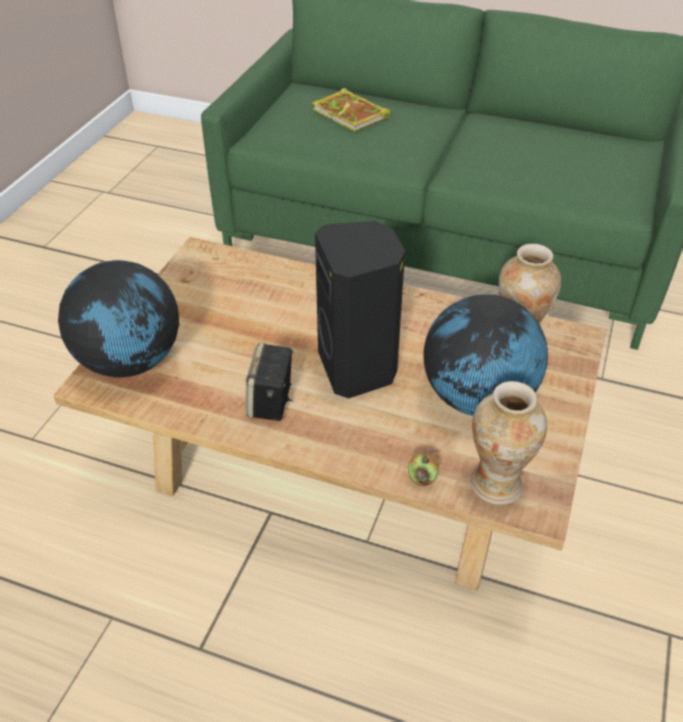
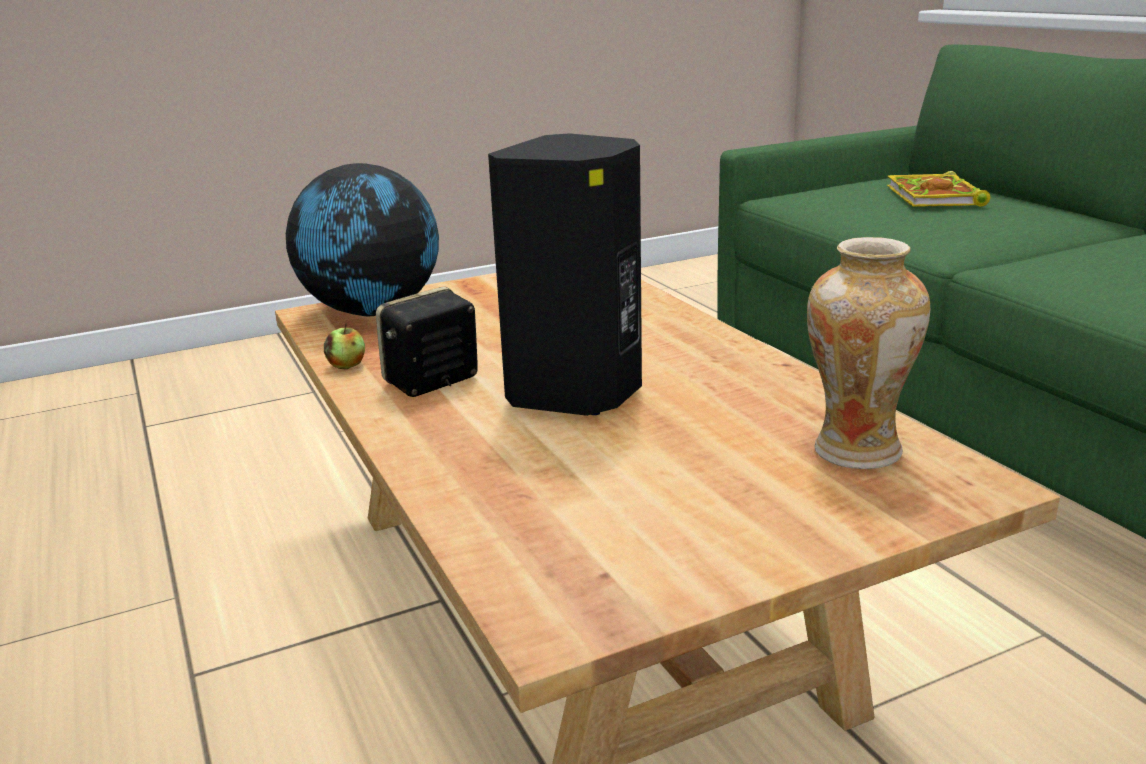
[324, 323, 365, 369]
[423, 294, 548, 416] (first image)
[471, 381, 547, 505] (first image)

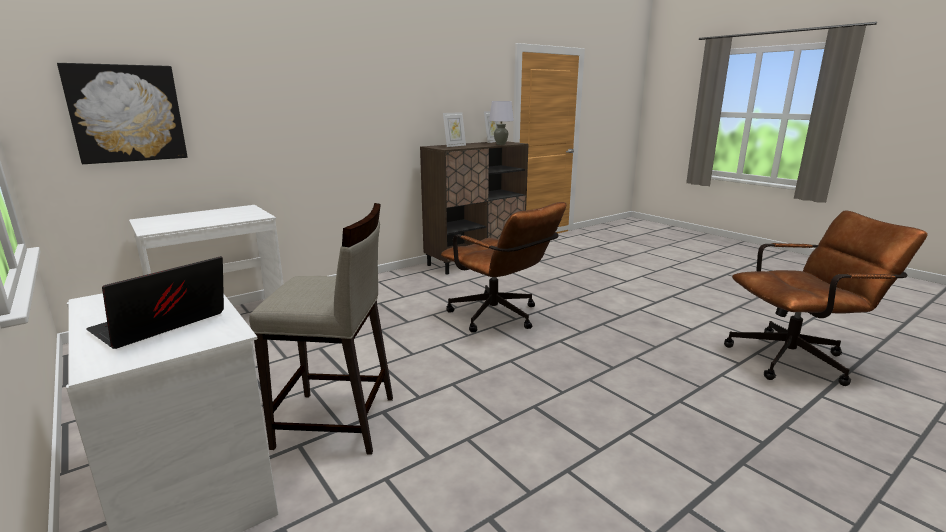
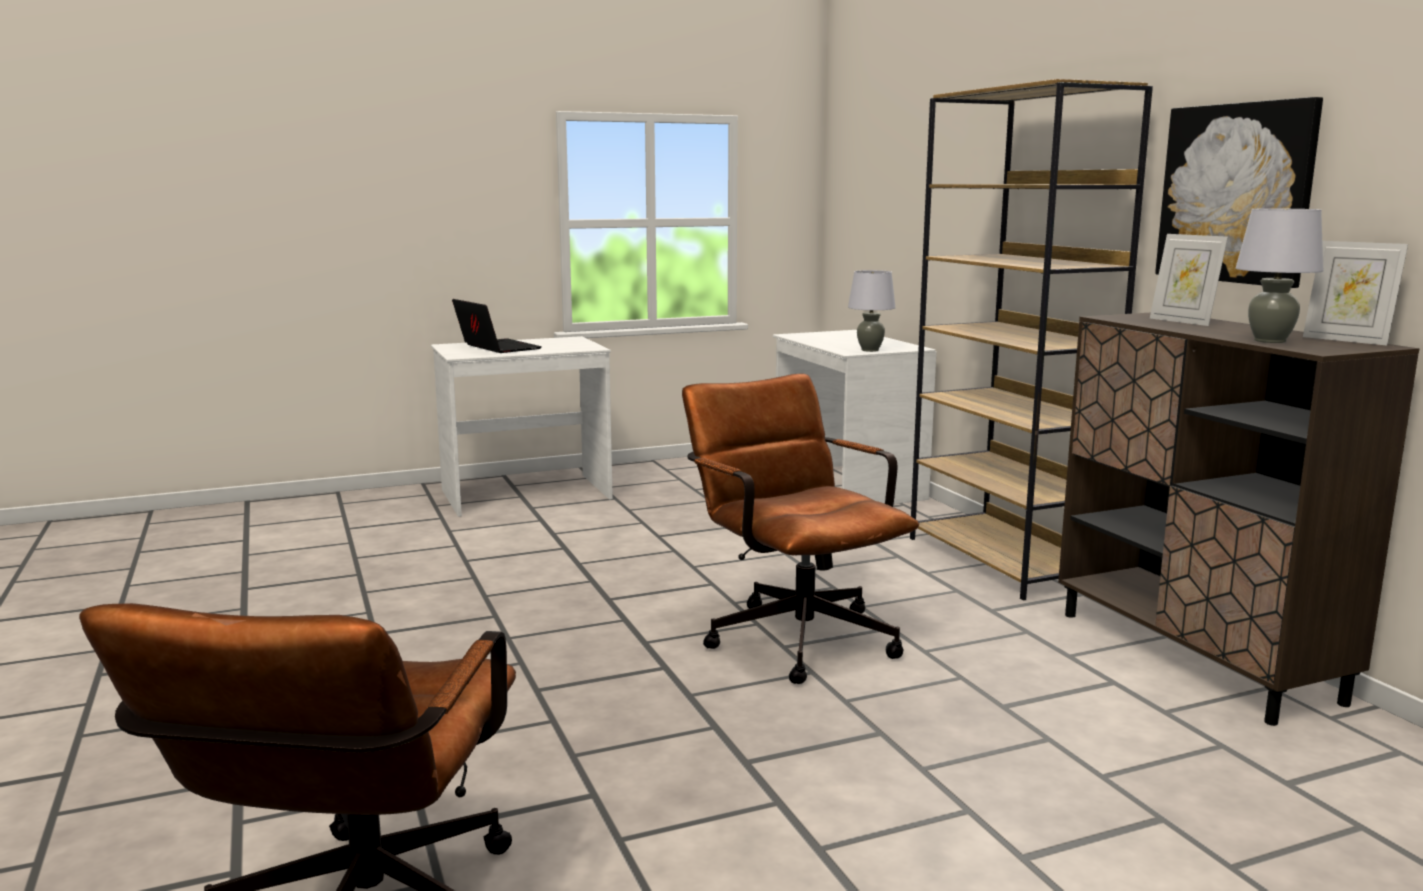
[1155, 97, 1323, 288]
[249, 203, 393, 455] (first image)
[682, 374, 919, 684]
[848, 270, 896, 352]
[910, 79, 1153, 600]

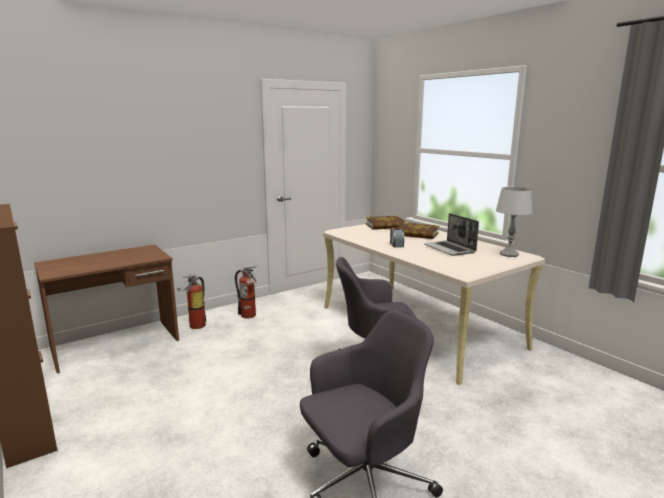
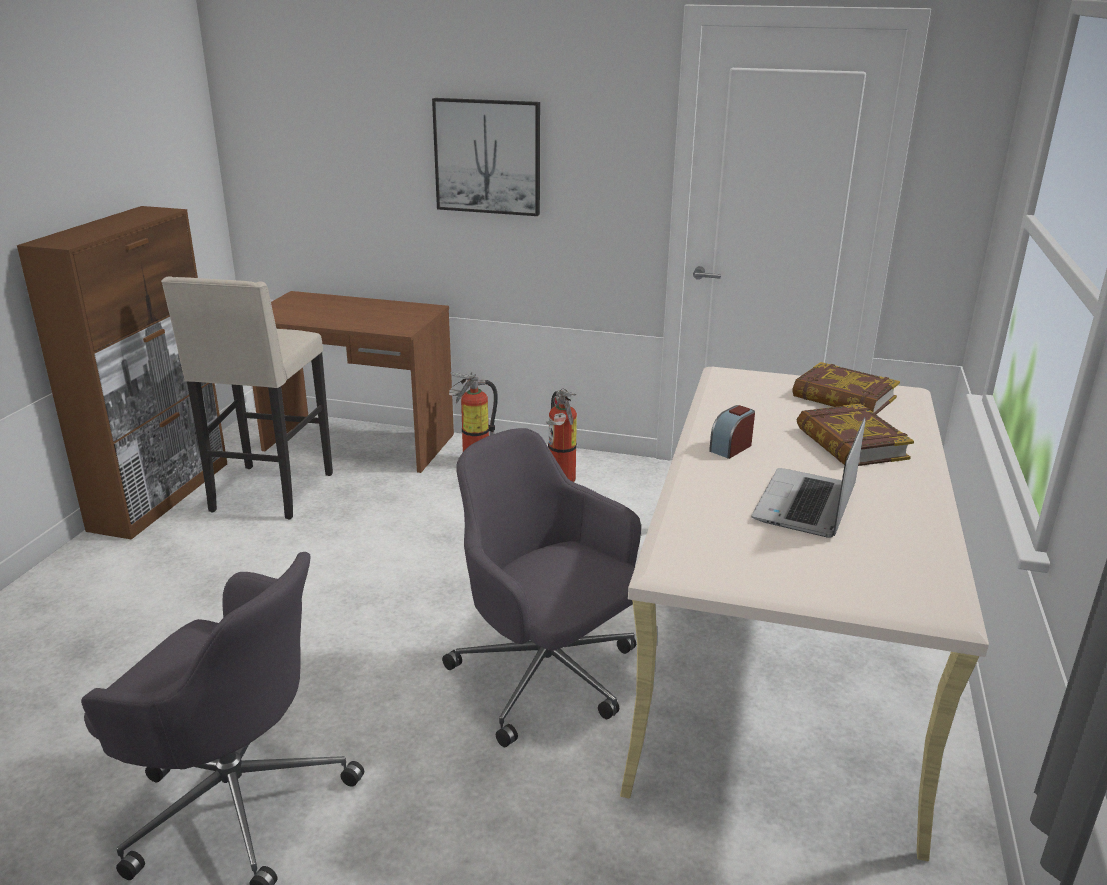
[496, 187, 533, 257] (first image)
[161, 276, 333, 520]
[432, 98, 540, 216]

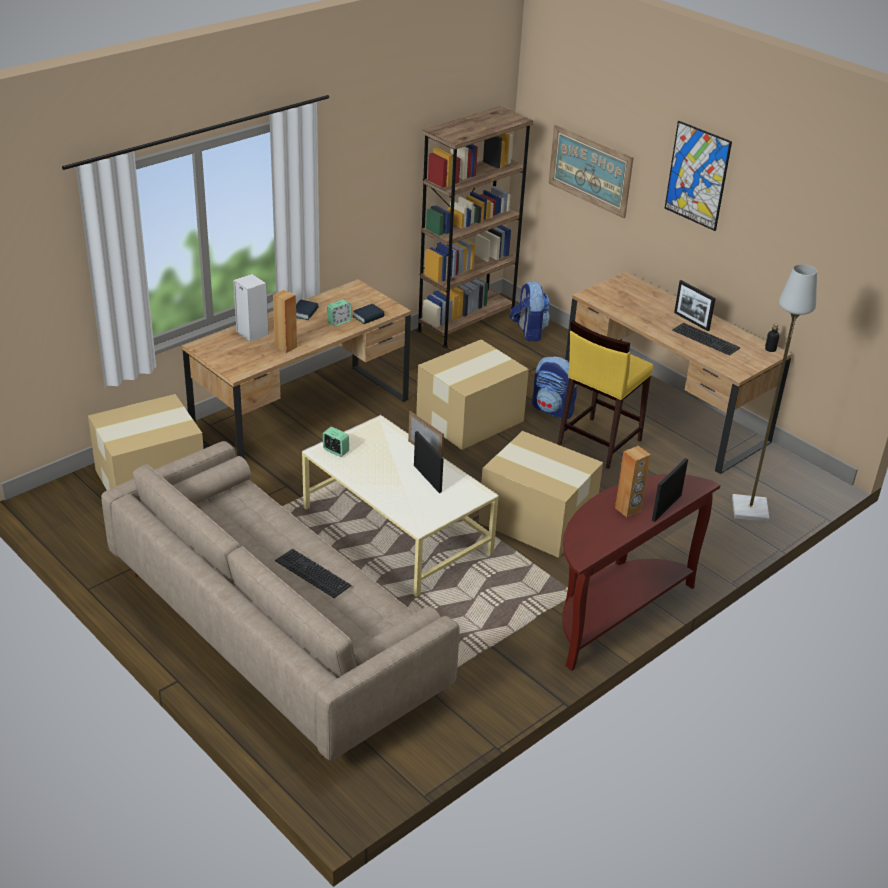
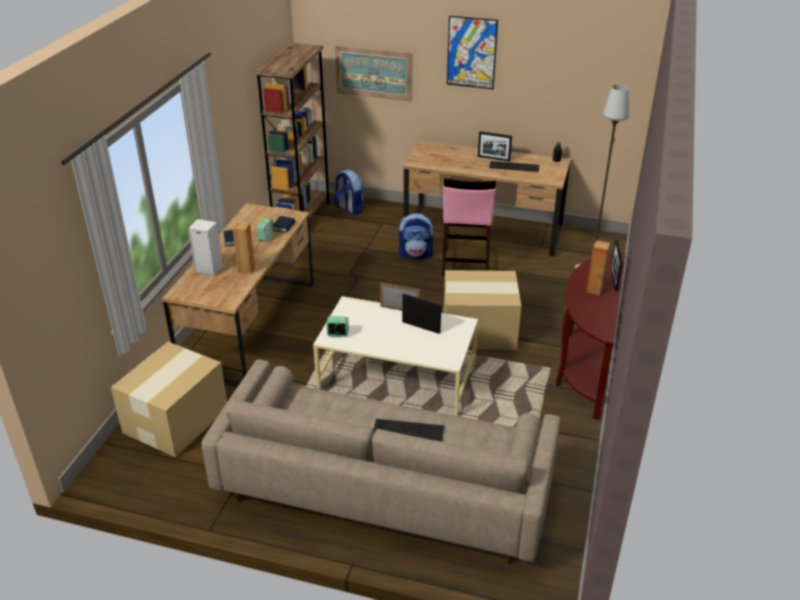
[416, 339, 529, 450] (first image)
[442, 178, 496, 277]

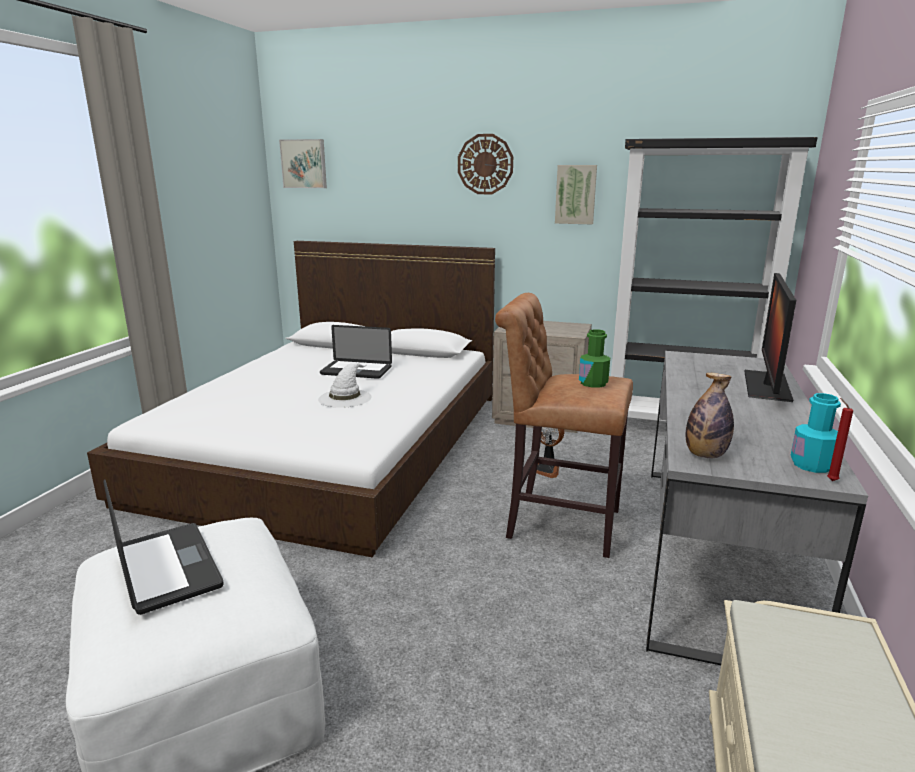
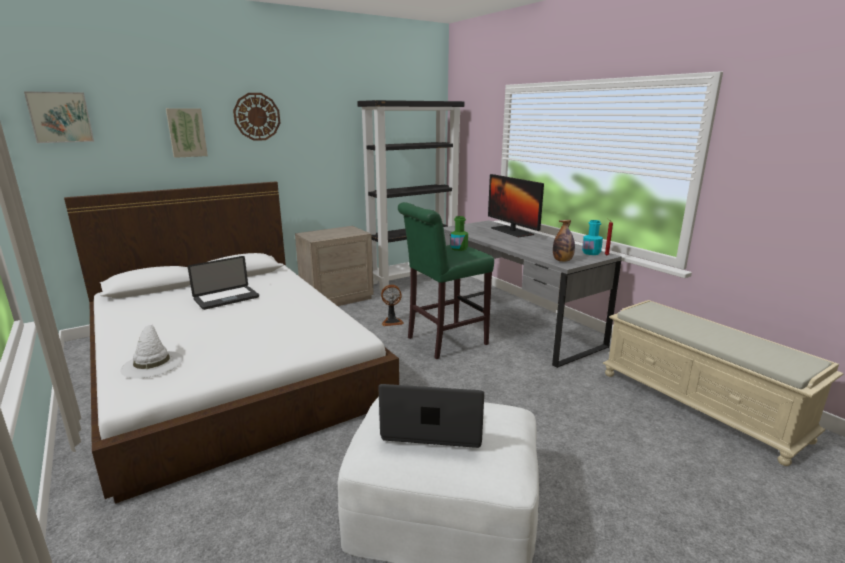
[120, 325, 183, 379]
[398, 202, 494, 359]
[166, 108, 208, 158]

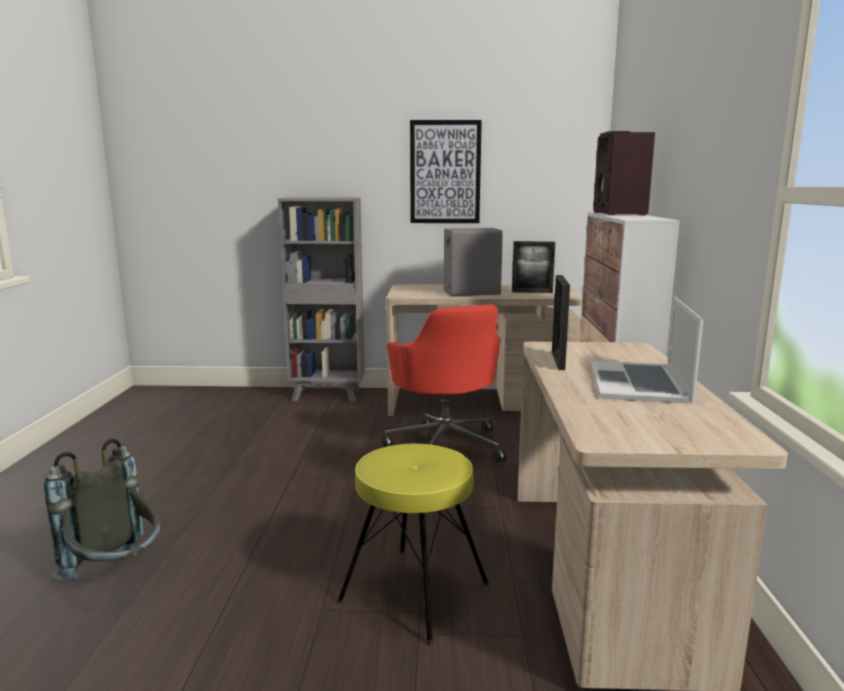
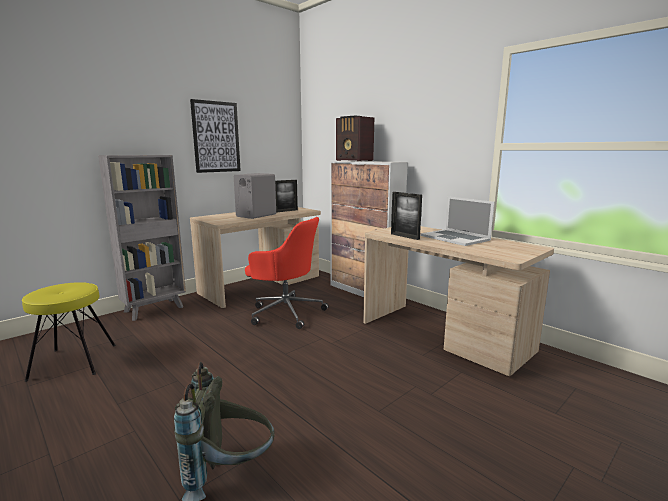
[22, 282, 116, 382]

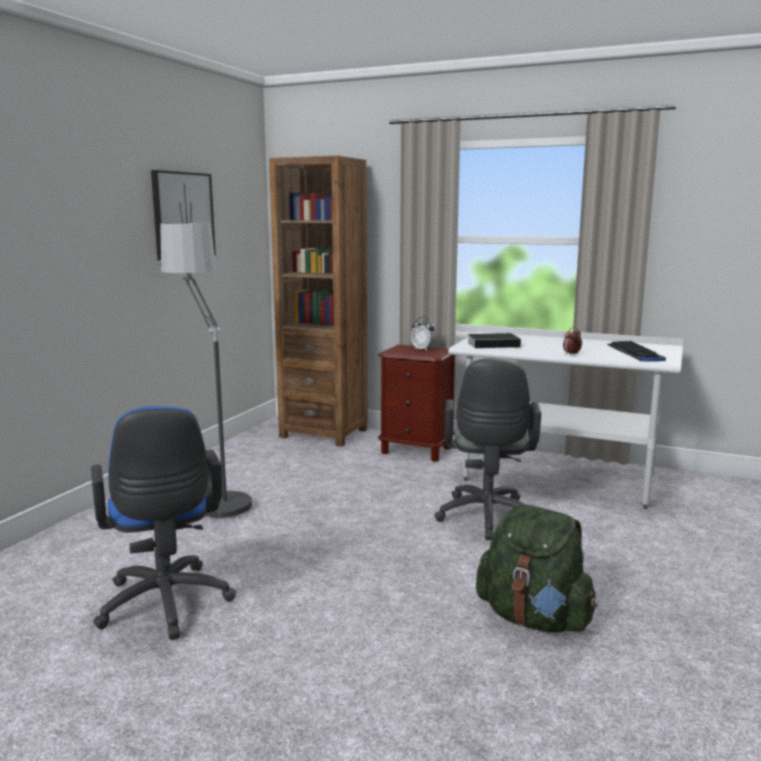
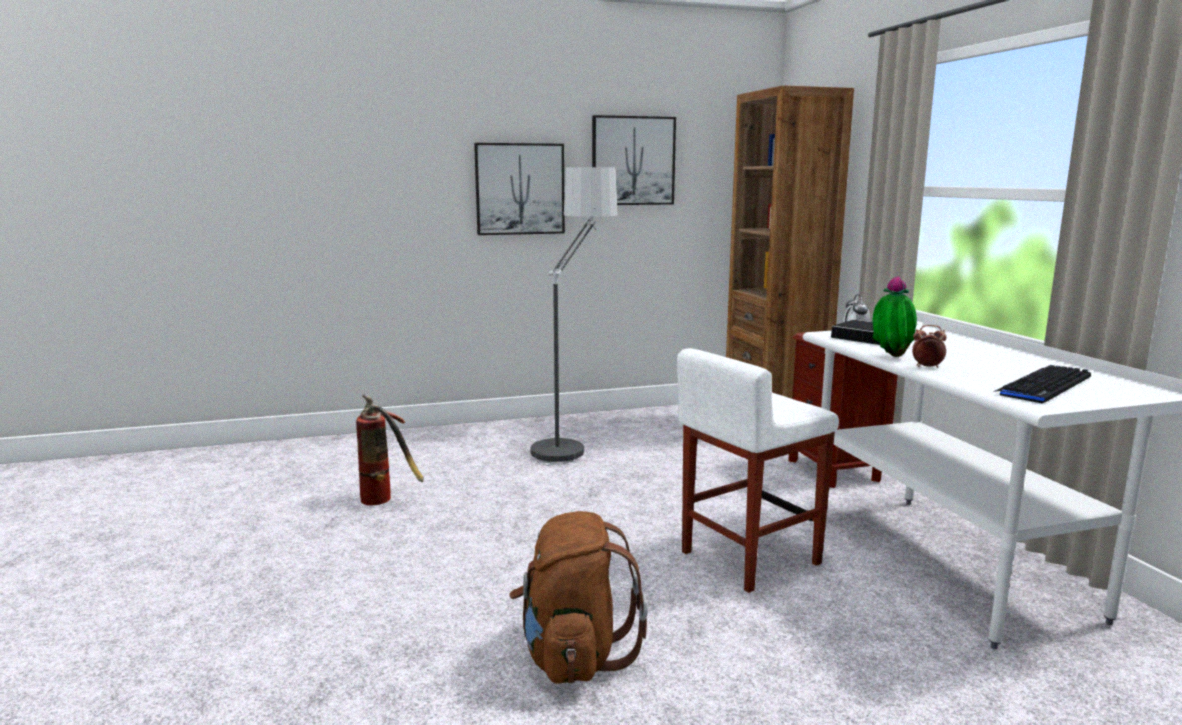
[356, 394, 424, 505]
[677, 348, 839, 593]
[509, 511, 648, 684]
[474, 143, 565, 235]
[873, 276, 917, 357]

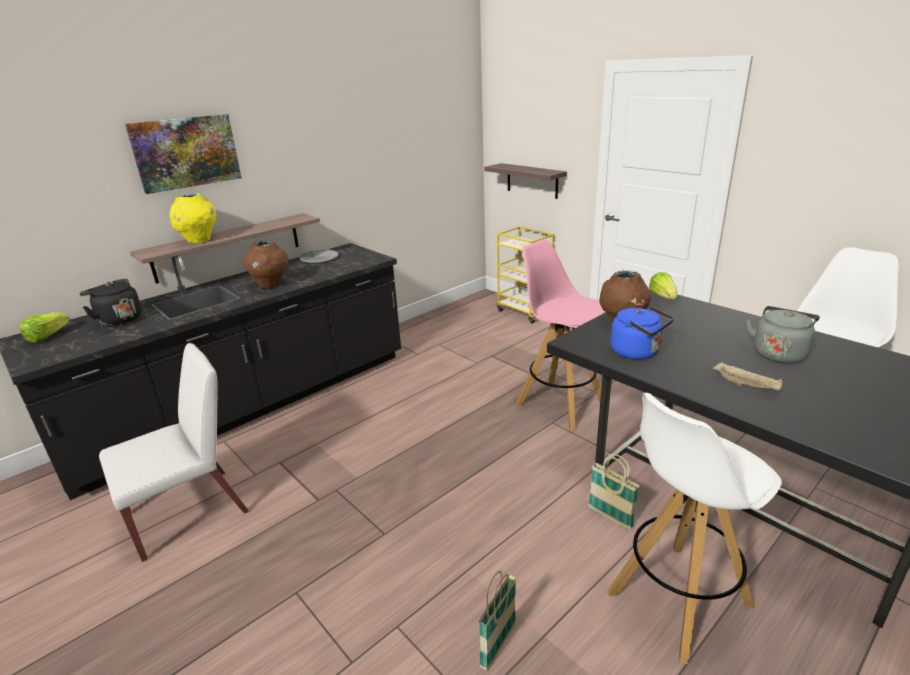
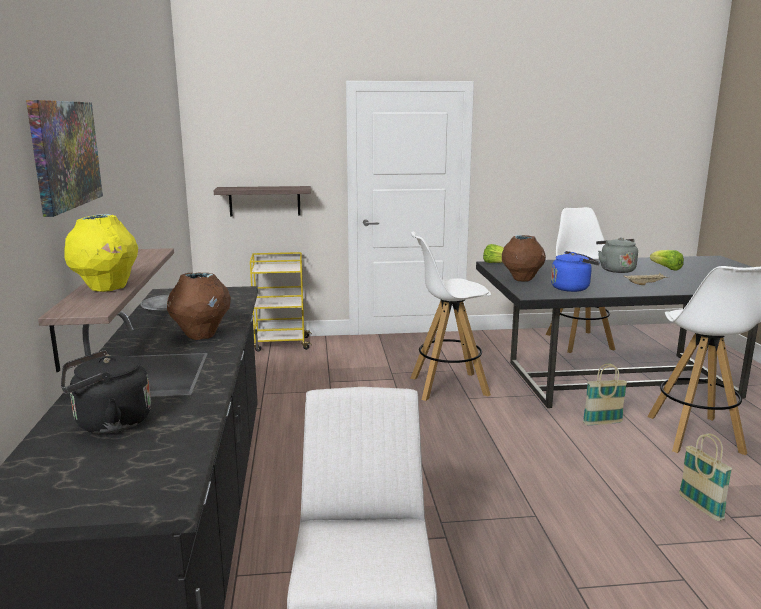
[650, 250, 684, 270]
[410, 232, 491, 401]

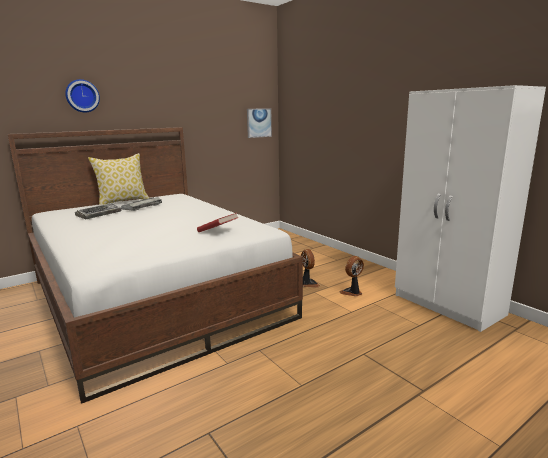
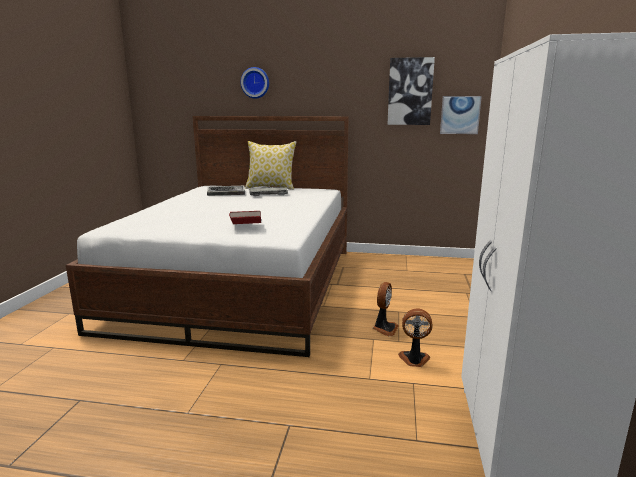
[387, 57, 435, 125]

